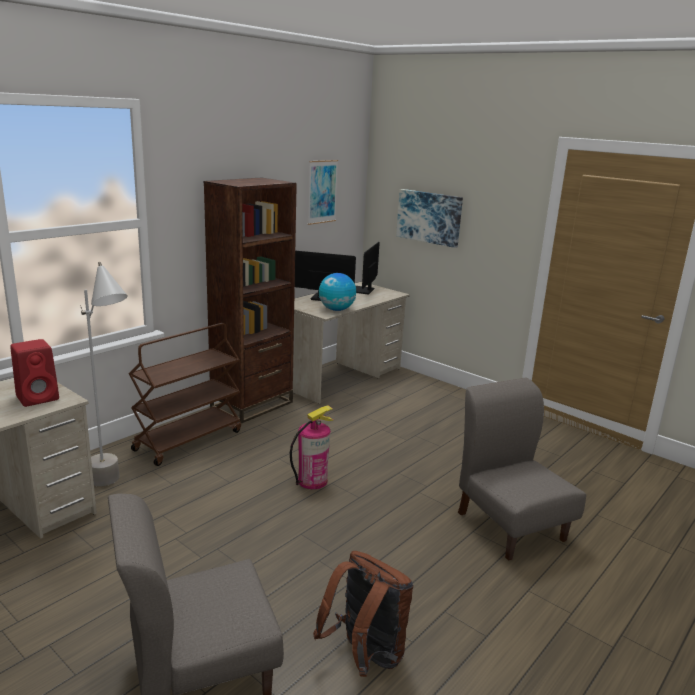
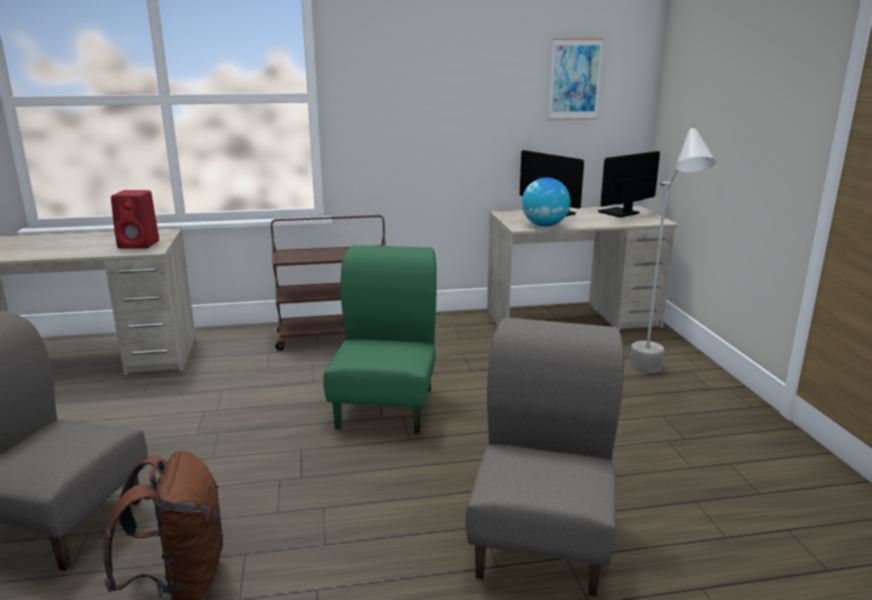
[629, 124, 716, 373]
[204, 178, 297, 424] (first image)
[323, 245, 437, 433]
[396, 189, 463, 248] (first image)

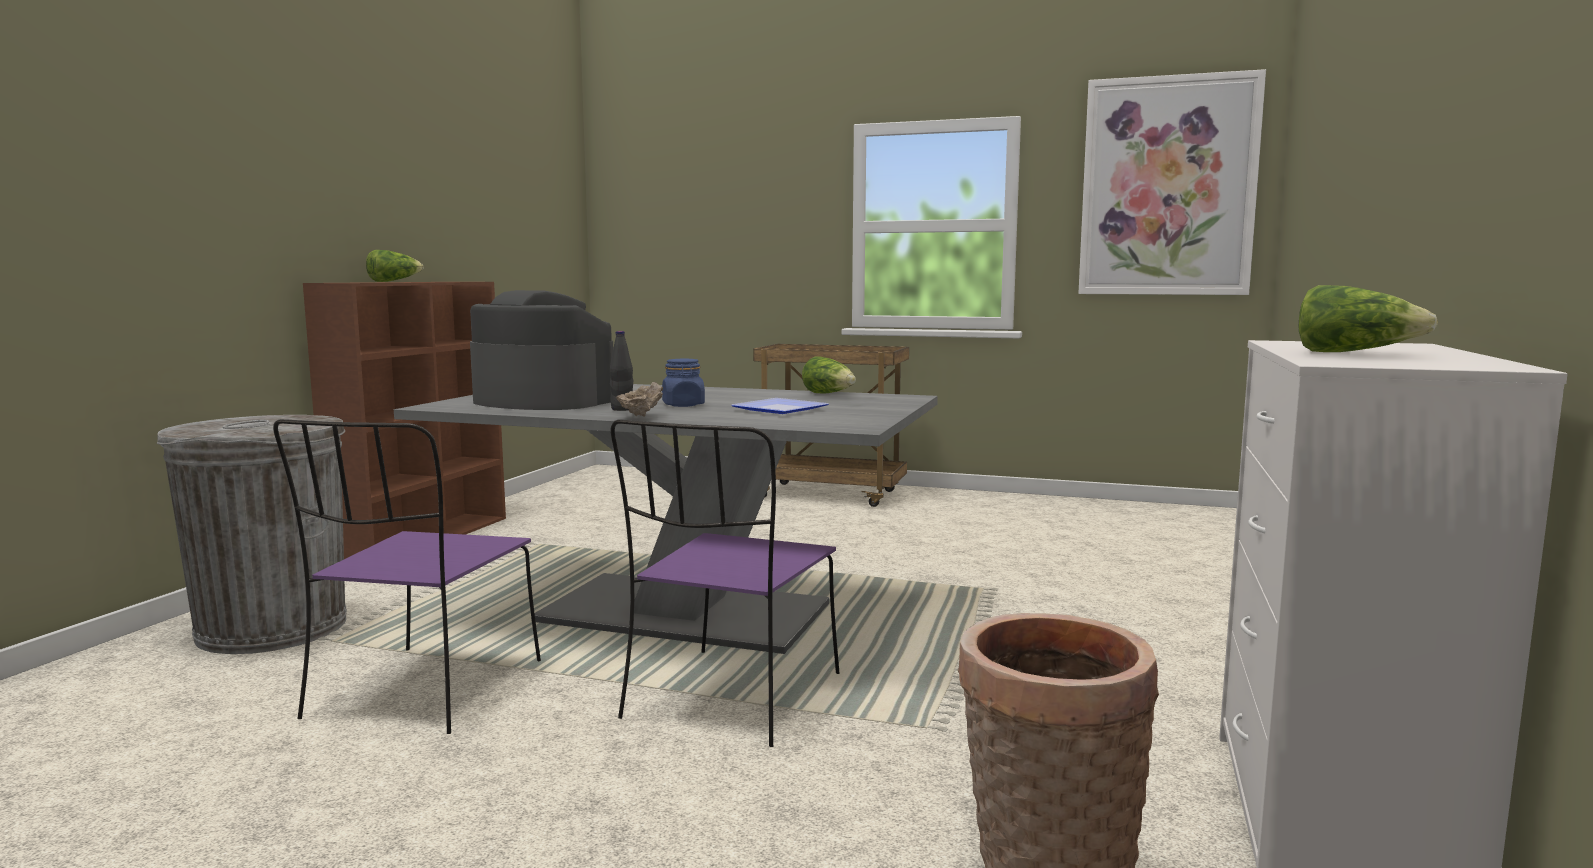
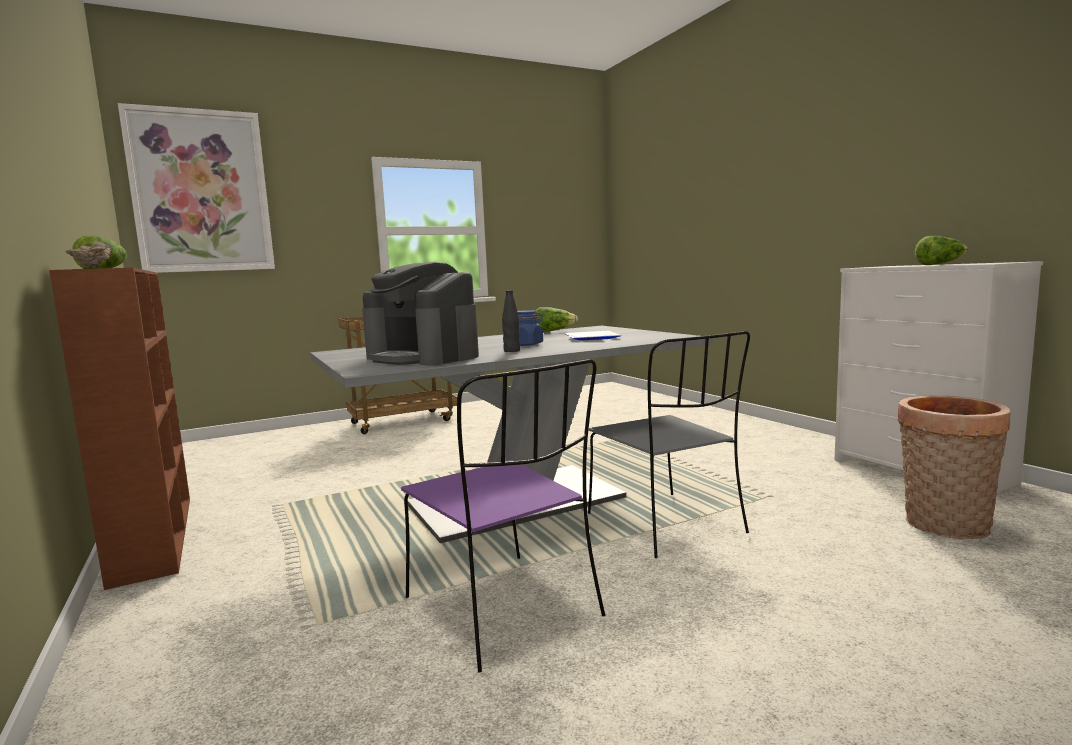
[157, 415, 347, 654] (first image)
[362, 262, 479, 365]
[588, 331, 750, 558]
[65, 241, 113, 269]
[118, 103, 275, 273]

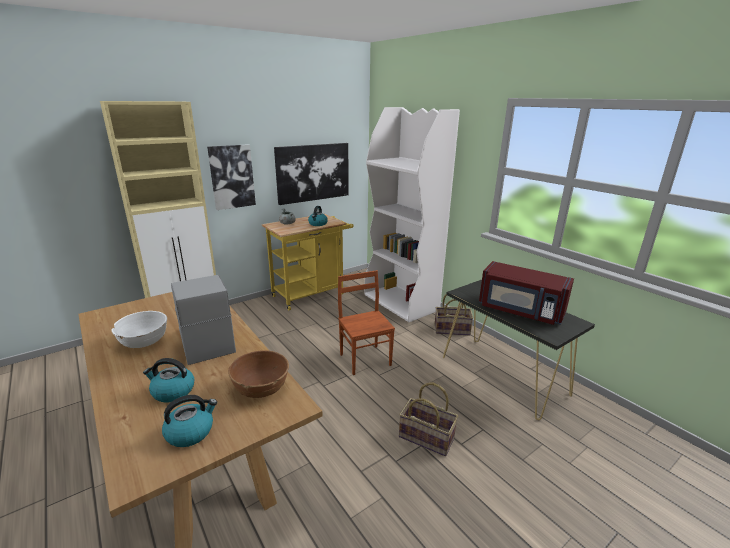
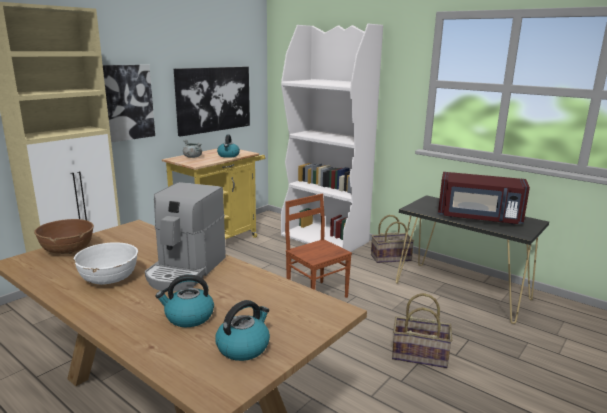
[145, 182, 226, 291]
[34, 219, 94, 254]

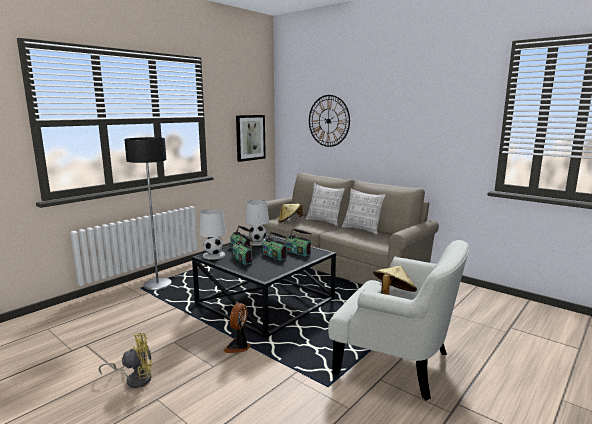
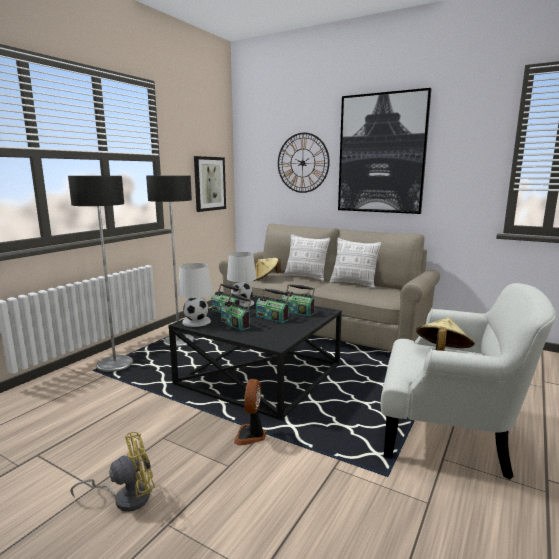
[146, 175, 194, 347]
[338, 88, 432, 214]

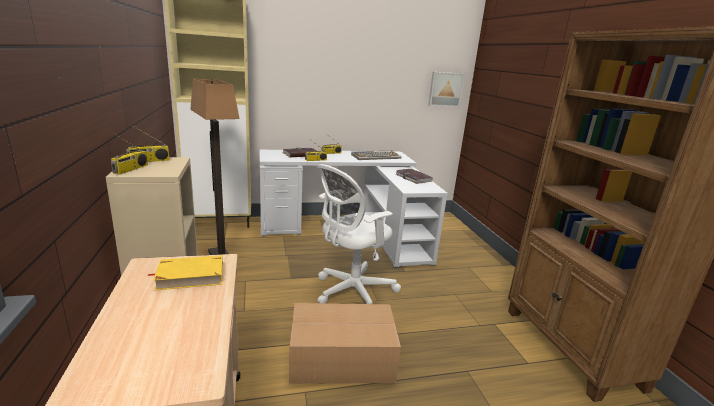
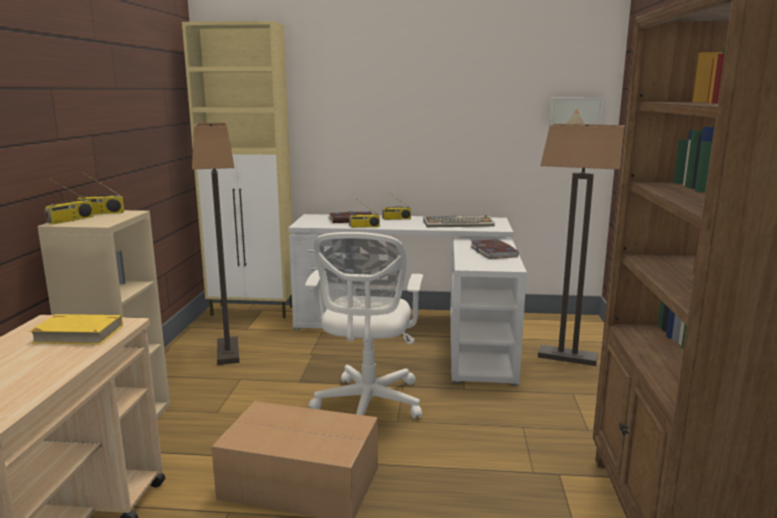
[305, 232, 423, 419]
[538, 124, 624, 366]

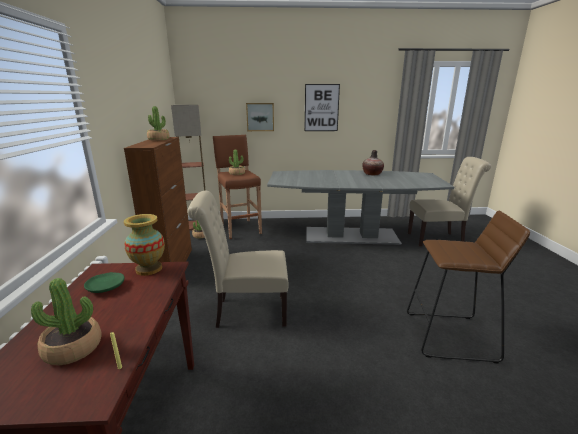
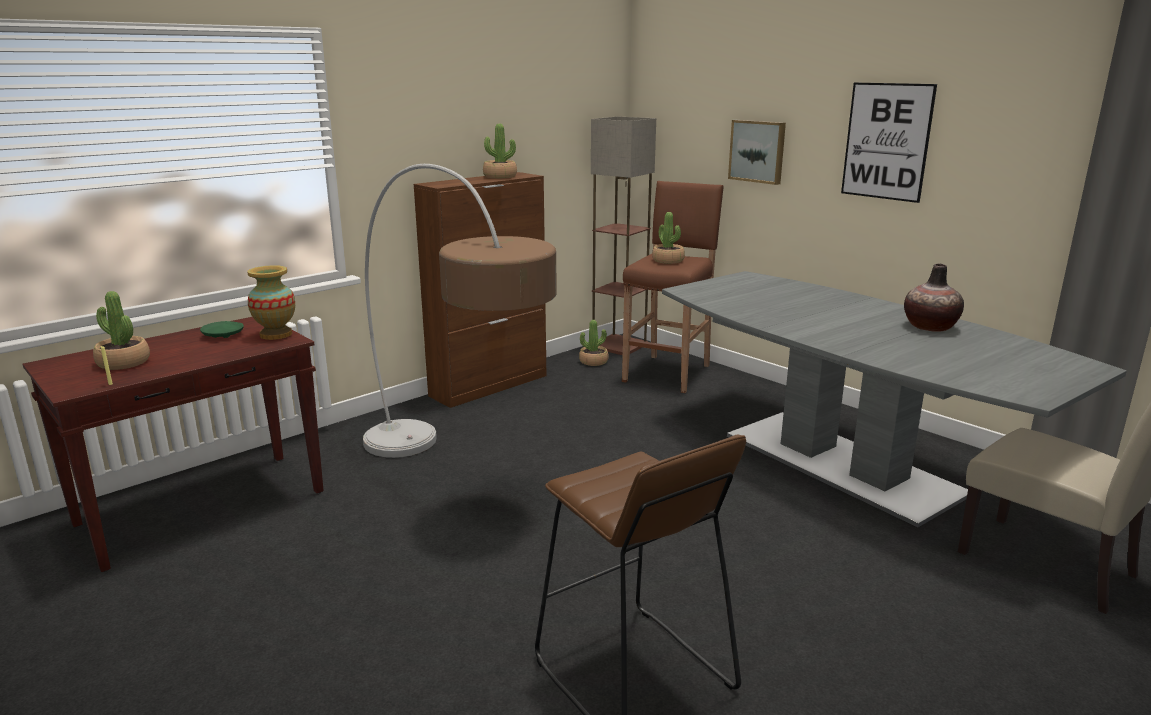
[363, 164, 557, 458]

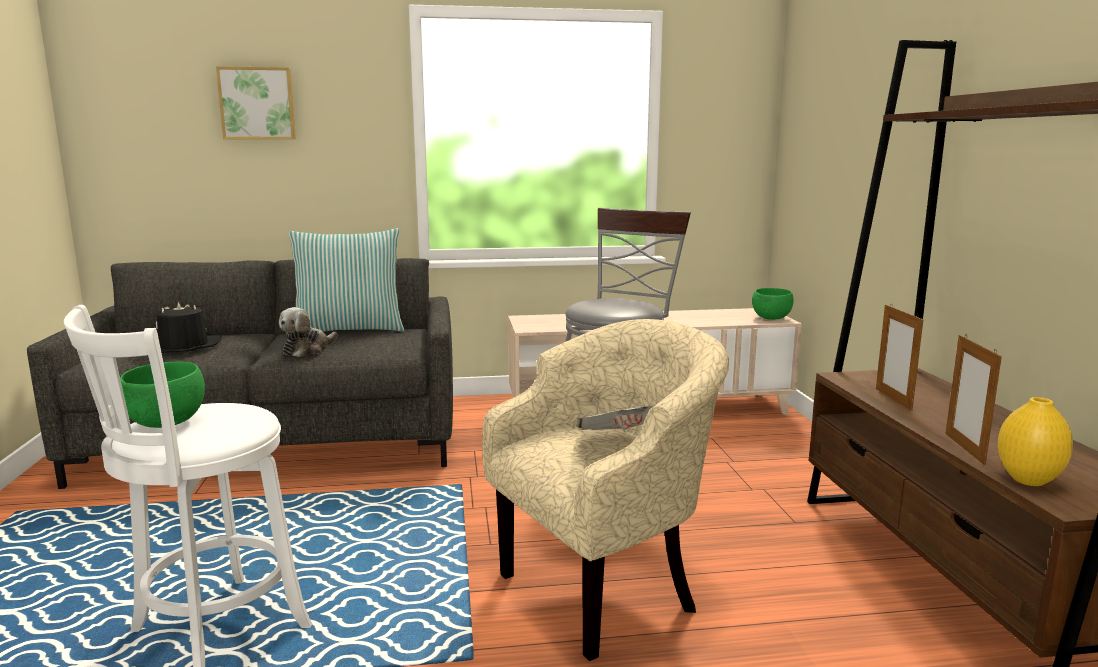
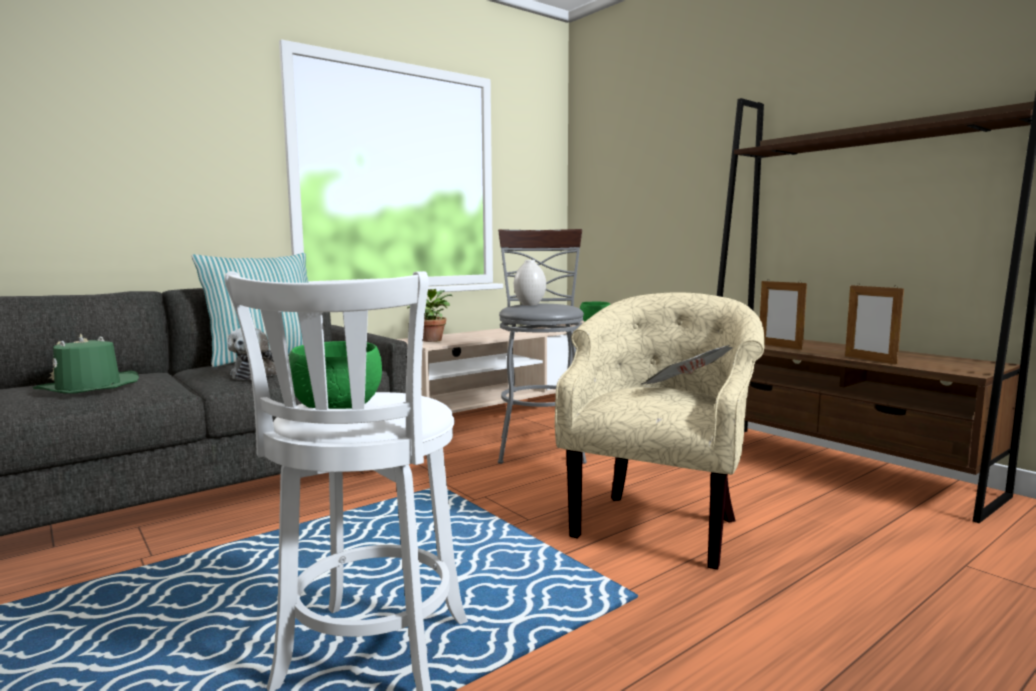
[33, 333, 139, 394]
[216, 66, 296, 139] (first image)
[998, 397, 1073, 486] (first image)
[407, 288, 452, 342]
[514, 260, 546, 306]

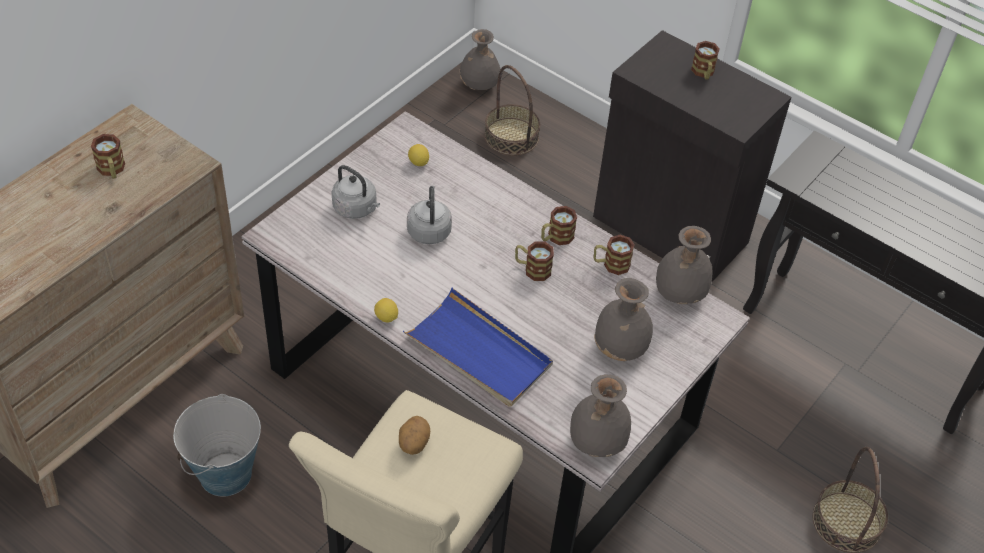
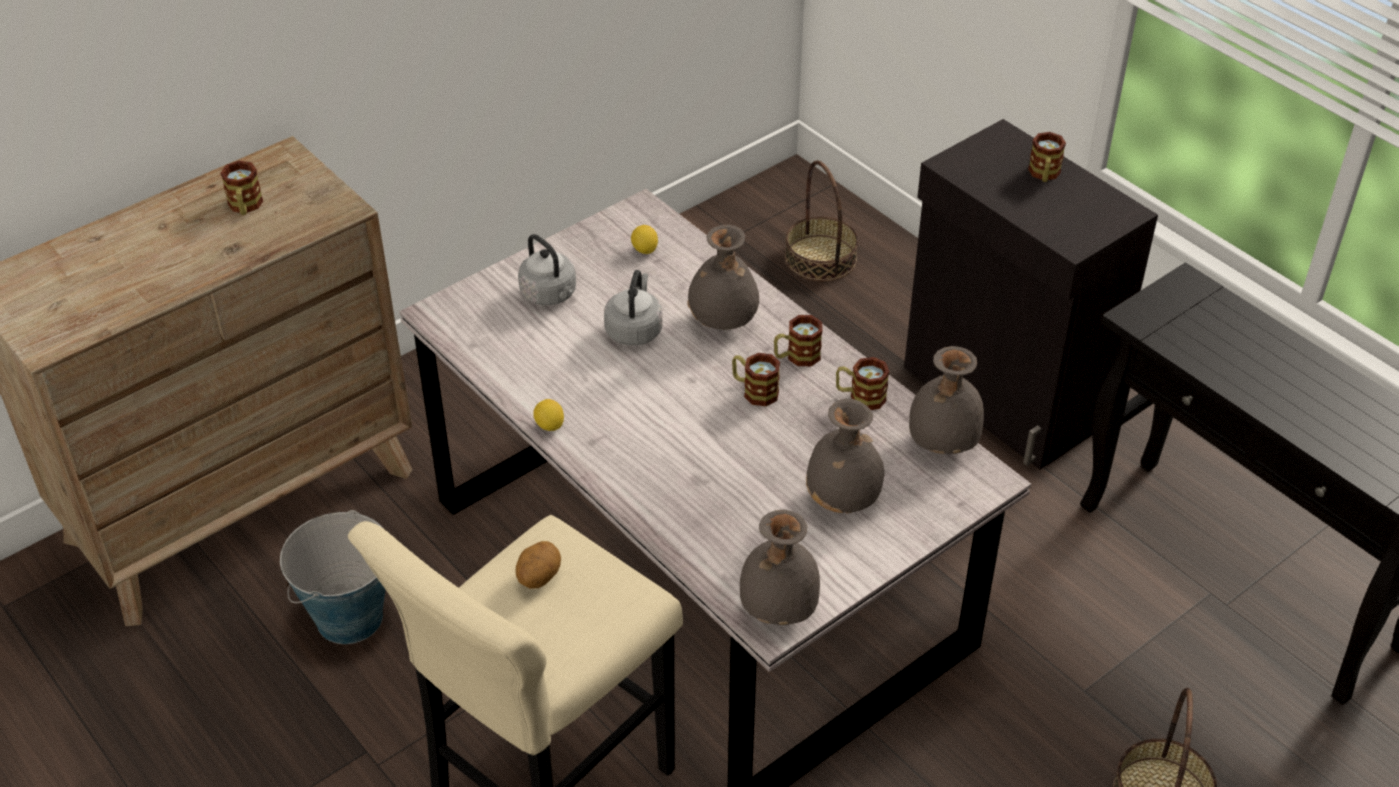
[403, 288, 553, 407] (first image)
[687, 225, 759, 330]

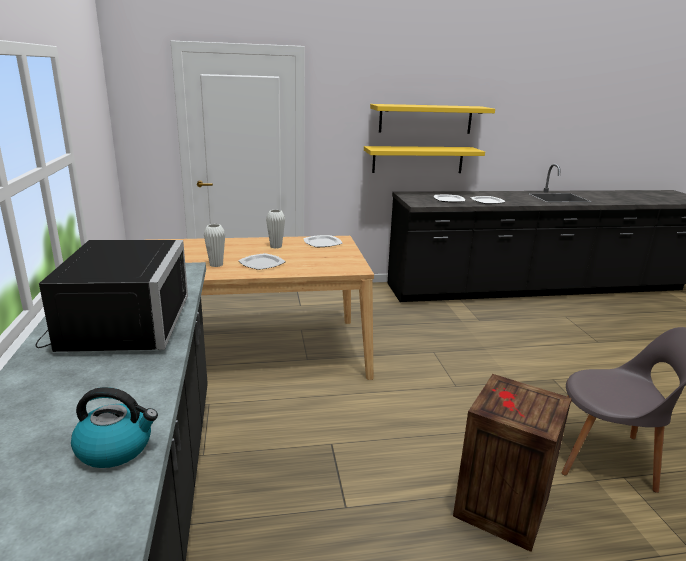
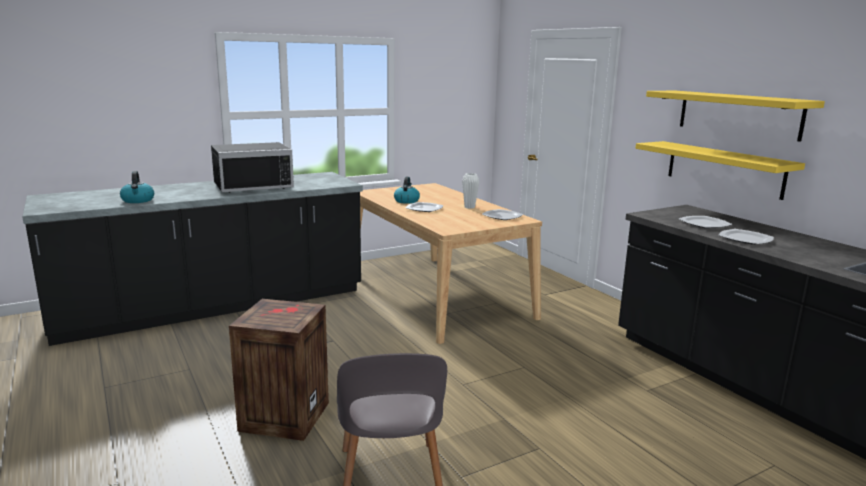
[394, 177, 420, 204]

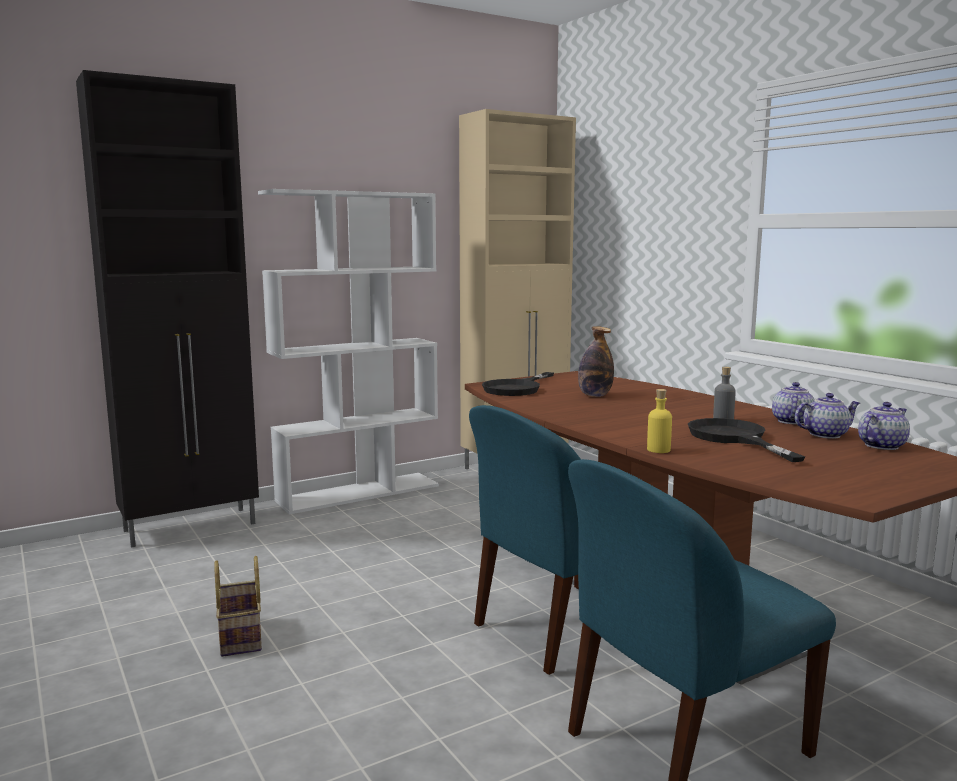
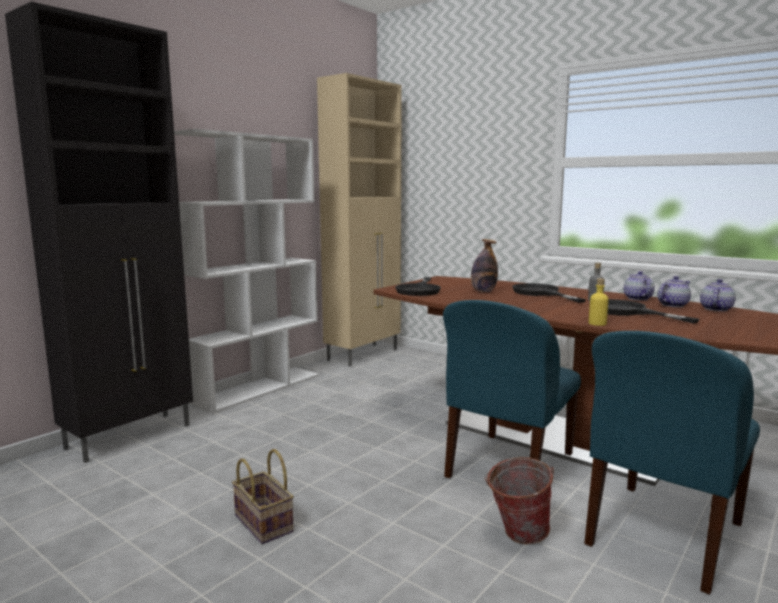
[485, 457, 554, 544]
[512, 283, 586, 303]

